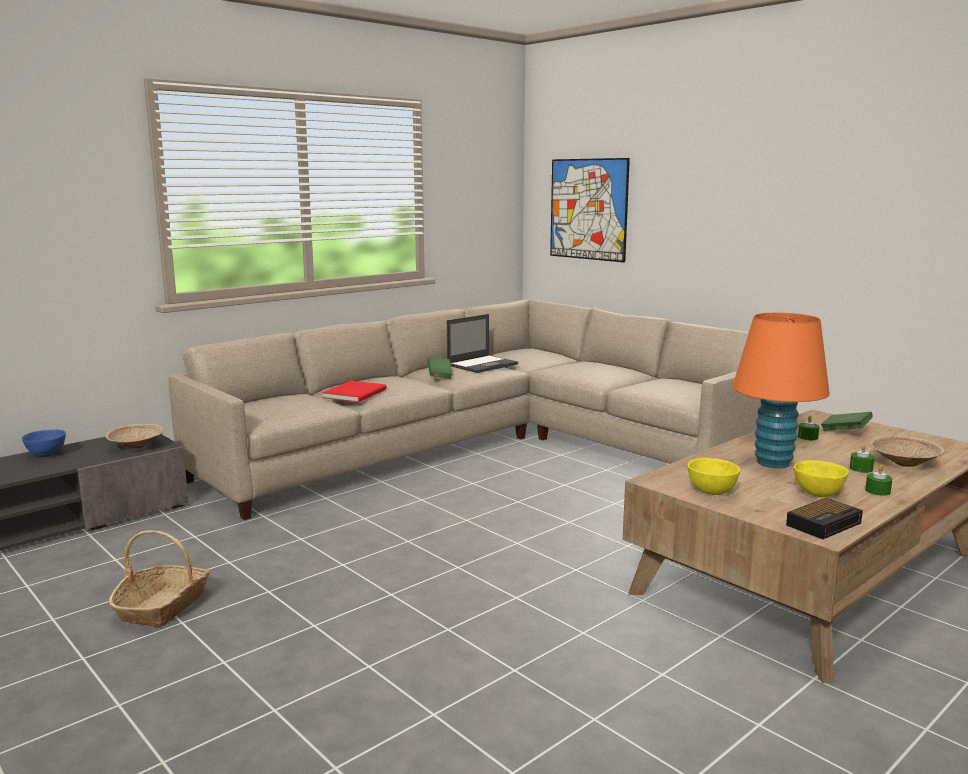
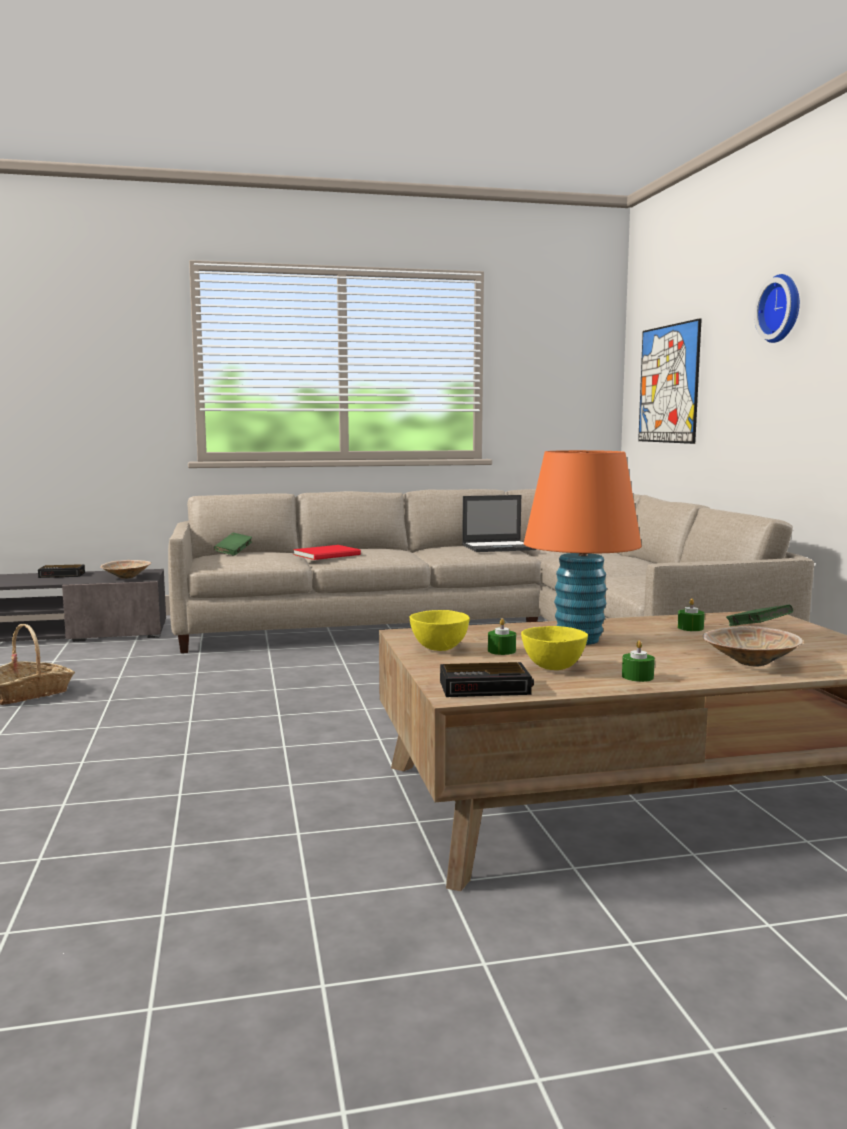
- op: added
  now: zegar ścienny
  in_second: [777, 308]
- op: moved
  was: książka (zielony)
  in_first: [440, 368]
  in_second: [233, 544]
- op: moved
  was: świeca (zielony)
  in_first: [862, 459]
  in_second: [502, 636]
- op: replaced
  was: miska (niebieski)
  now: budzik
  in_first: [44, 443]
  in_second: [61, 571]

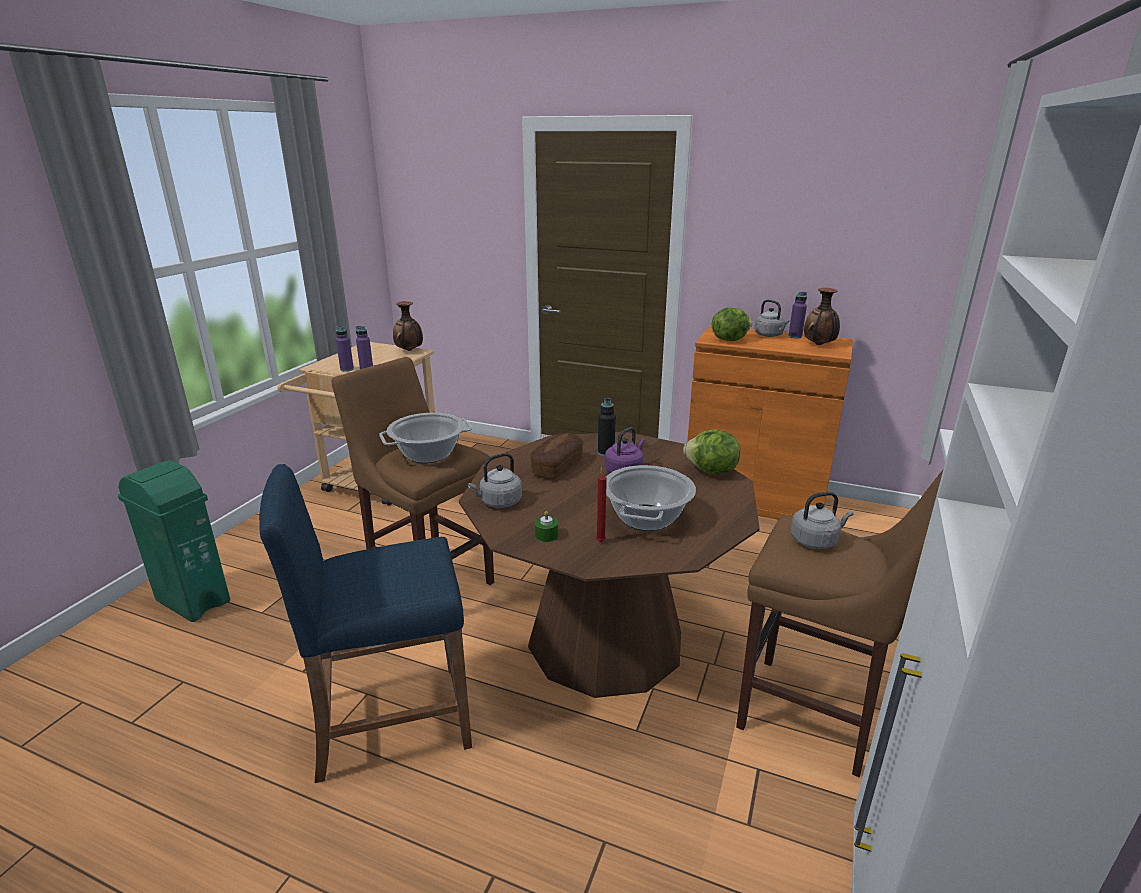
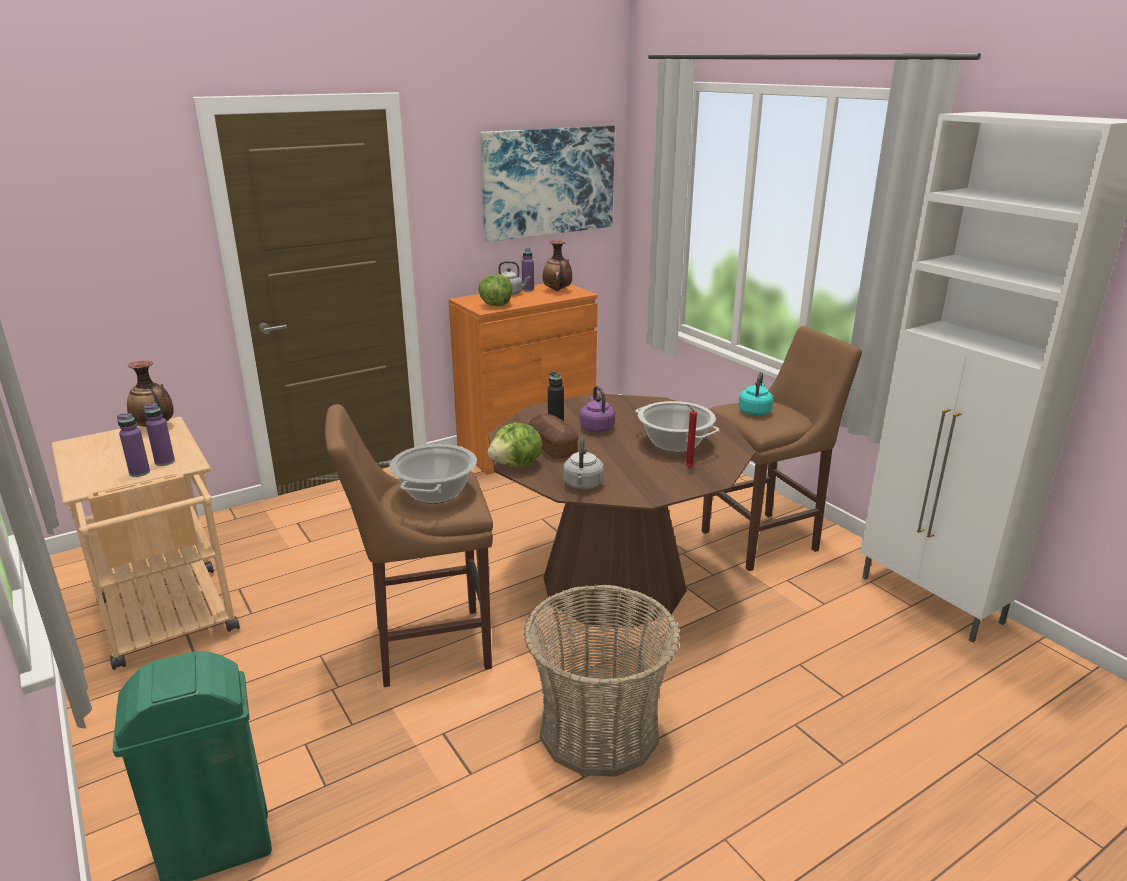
- op: removed
  was: świeca (zielony)
  in_first: [547, 526]
- op: added
  now: obraz
  in_second: [547, 183]
- op: moved
  was: sałata
  in_first: [711, 452]
  in_second: [515, 445]
- op: replaced
  was: stołek (niebieski)
  now: koszyk
  in_first: [365, 623]
  in_second: [602, 680]
- op: recoloured
  was: czajnik (szary)
  now: czajnik (turkusowy)
  in_first: [822, 520]
  in_second: [756, 394]

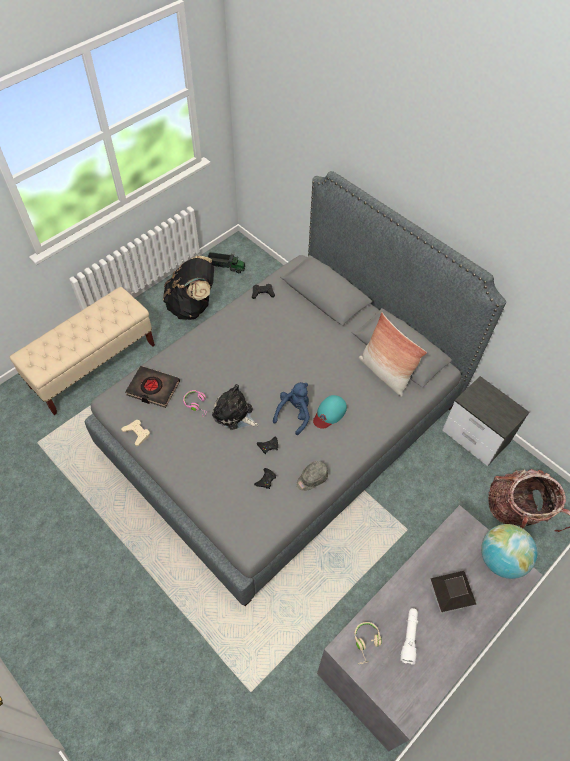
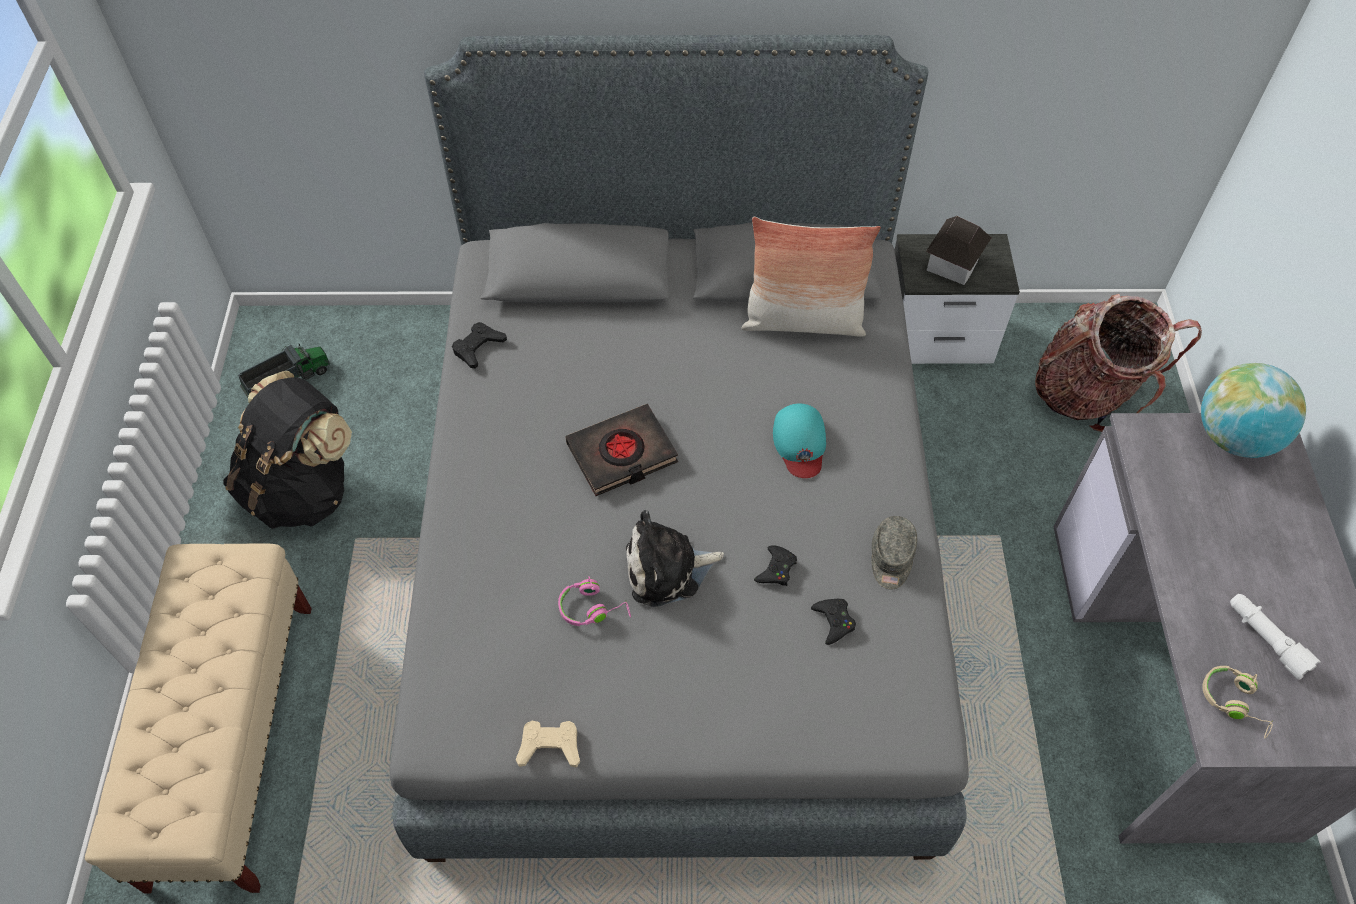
- op: removed
  was: pluszak (niebieski)
  in_first: [291, 408]
- op: moved
  was: książka (czarny)
  in_first: [152, 387]
  in_second: [621, 450]
- op: moved
  was: domek
  in_first: [453, 592]
  in_second: [958, 250]

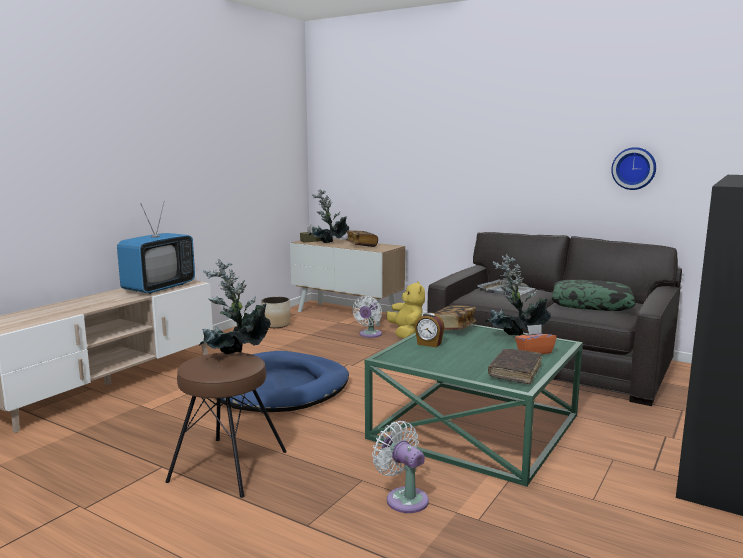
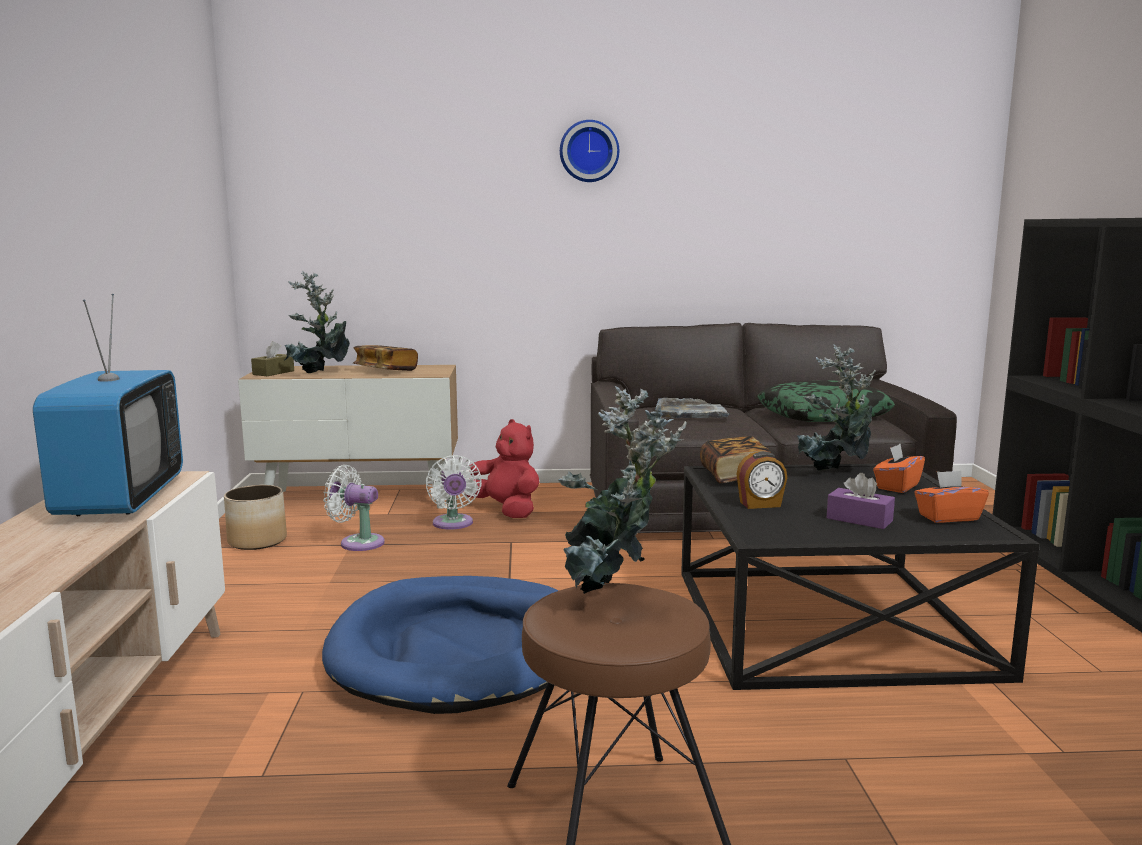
- op: added
  now: pudełko chusteczek (fioletowy)
  in_second: [861, 501]
- op: moved
  was: wentylator (biały)
  in_first: [400, 467]
  in_second: [354, 508]
- op: moved
  was: zegar ścienny
  in_first: [633, 168]
  in_second: [589, 151]
- op: replaced
  was: książka (brązowy)
  now: pudełko chusteczek (pomarańczowy)
  in_first: [515, 366]
  in_second: [951, 497]
- op: recoloured
  was: ława (zielony)
  now: ława (czarny)
  in_first: [473, 405]
  in_second: [860, 577]
- op: recoloured
  was: pluszak (żółty)
  now: pluszak (czerwony)
  in_first: [405, 309]
  in_second: [502, 468]

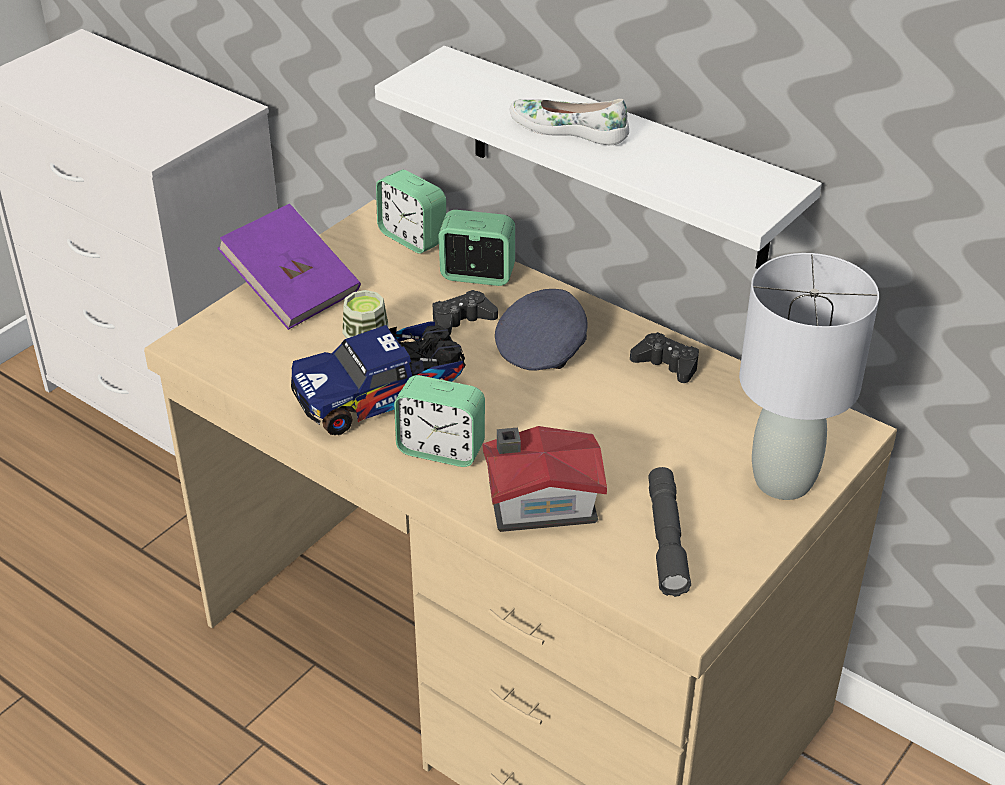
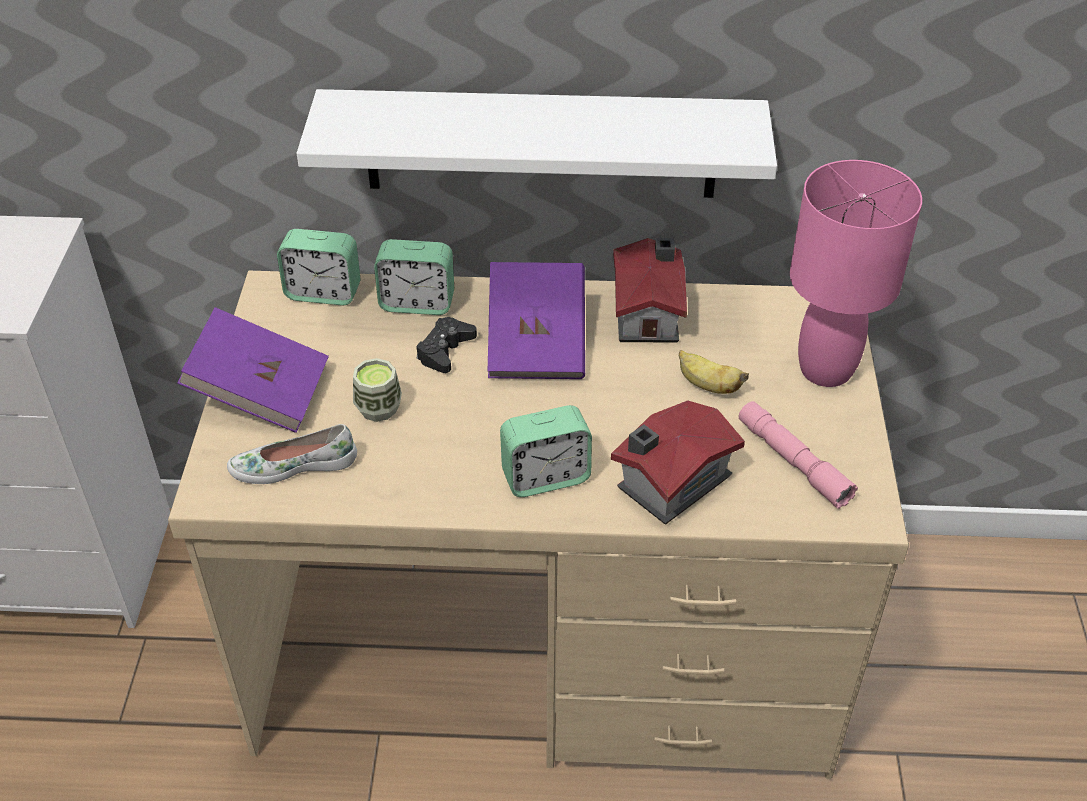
- op: removed
  was: ciężarówka zabawkowa
  in_first: [378, 378]
- op: added
  now: banan
  in_second: [714, 372]
- op: moved
  was: but (biały)
  in_first: [569, 122]
  in_second: [292, 454]
- op: replaced
  was: czapka z daszkiem (szary)
  now: książka (fioletowy)
  in_first: [541, 330]
  in_second: [536, 320]
- op: replaced
  was: pad do gier (czarny)
  now: domek
  in_first: [664, 357]
  in_second: [650, 290]
- op: recoloured
  was: latarka (szary)
  now: latarka (różowy)
  in_first: [669, 532]
  in_second: [798, 455]
- op: recoloured
  was: lampa stołowa (szary)
  now: lampa stołowa (różowy)
  in_first: [809, 376]
  in_second: [856, 273]
- op: turned
  was: budzik
  in_first: [477, 248]
  in_second: [414, 277]
  clockwise: -150

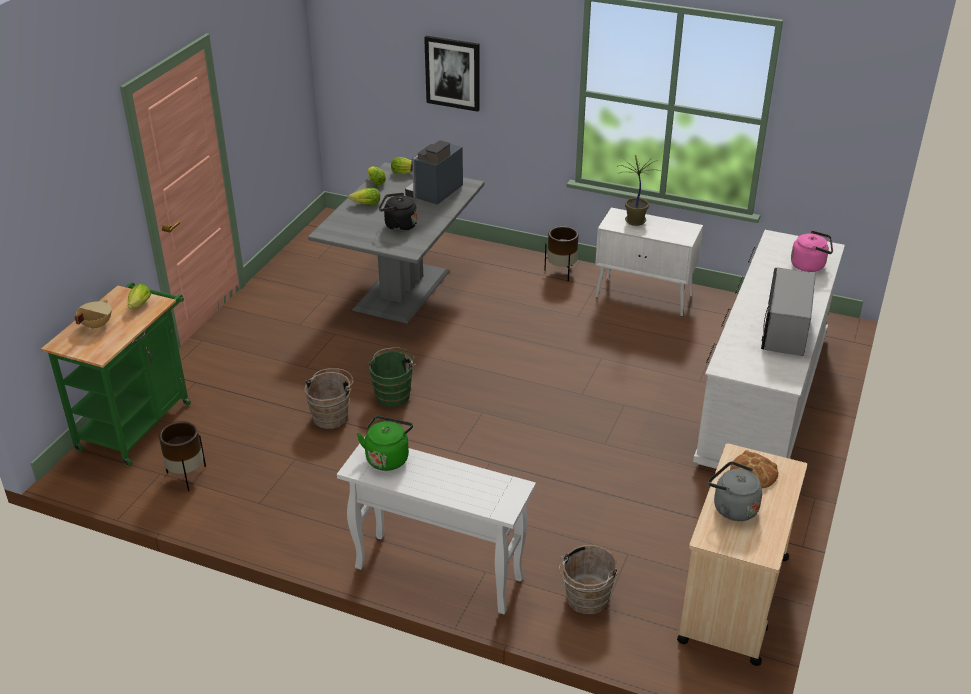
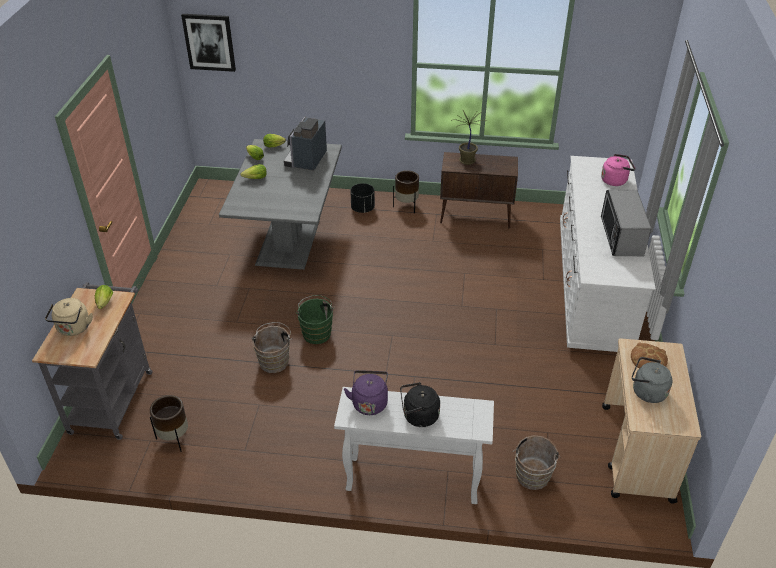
- op: added
  now: donica (czarny)
  in_second: [362, 198]
- op: moved
  was: czajnik (czarny)
  in_first: [398, 212]
  in_second: [420, 404]
- op: moved
  was: obraz
  in_first: [452, 74]
  in_second: [208, 43]
- op: replaced
  was: garnek (beżowy)
  now: czajnik (beżowy)
  in_first: [93, 315]
  in_second: [69, 317]
- op: recoloured
  was: wózek (zielony)
  now: wózek (szary)
  in_first: [116, 374]
  in_second: [92, 361]
- op: recoloured
  was: czajnik (zielony)
  now: czajnik (fioletowy)
  in_first: [385, 443]
  in_second: [366, 392]
- op: recoloured
  was: szafka (biały)
  now: szafka (brązowy)
  in_first: [649, 262]
  in_second: [479, 190]

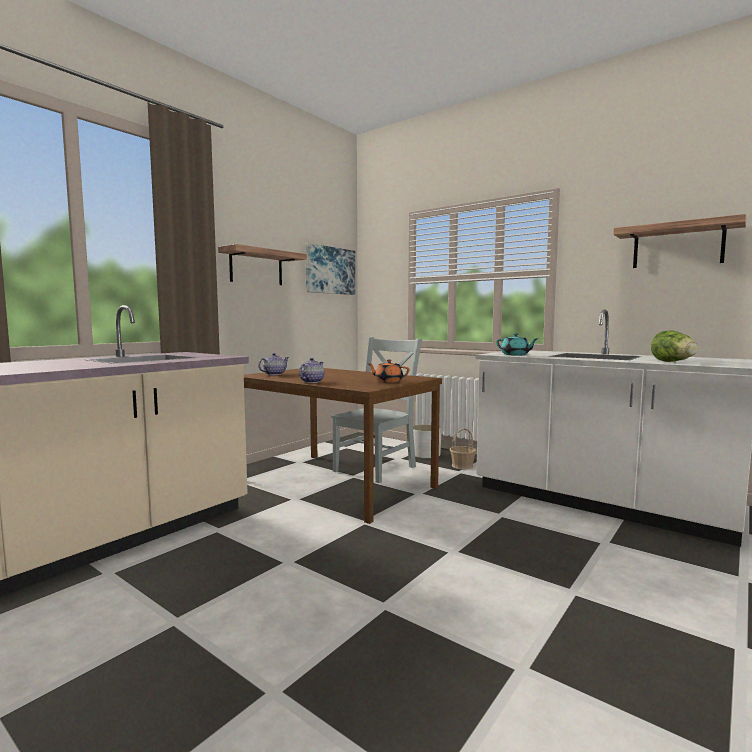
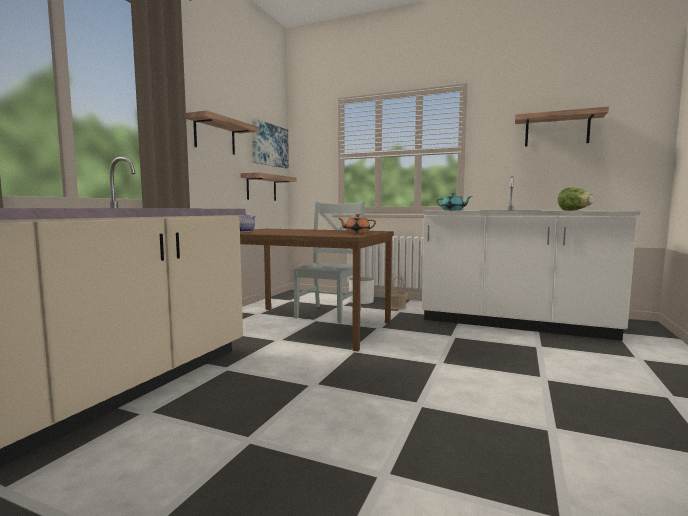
- op: removed
  was: imbryk
  in_first: [311, 370]
- op: added
  now: półka
  in_second: [269, 186]

